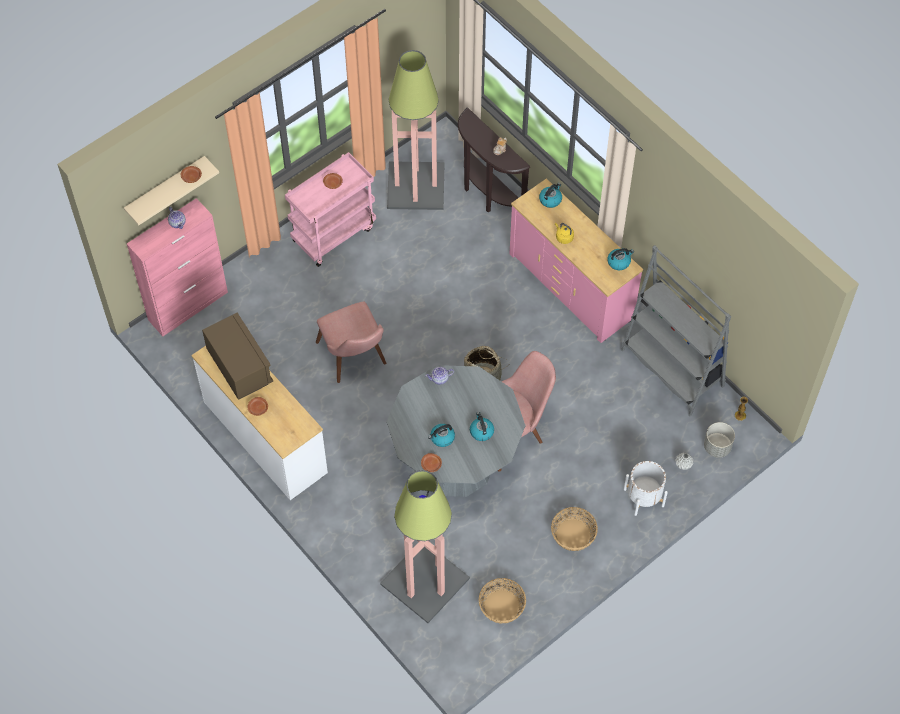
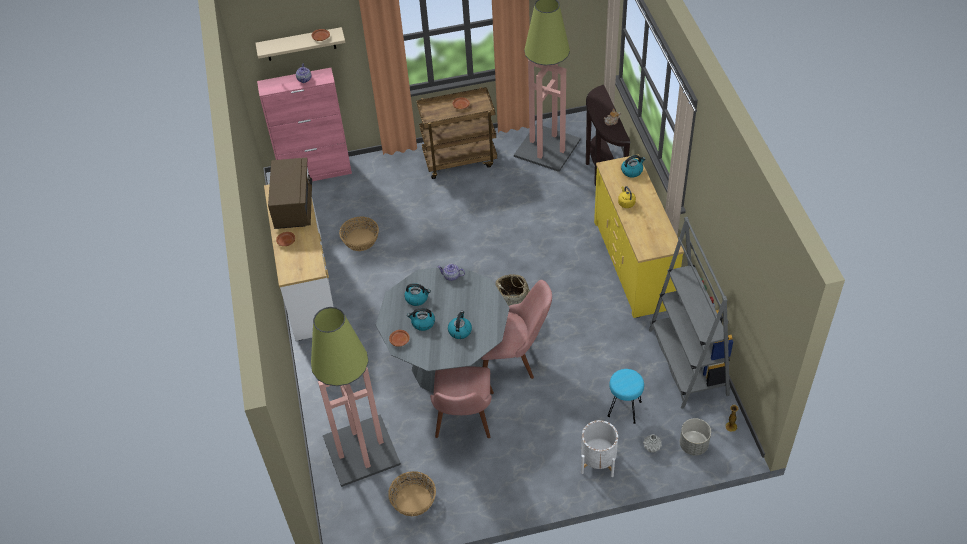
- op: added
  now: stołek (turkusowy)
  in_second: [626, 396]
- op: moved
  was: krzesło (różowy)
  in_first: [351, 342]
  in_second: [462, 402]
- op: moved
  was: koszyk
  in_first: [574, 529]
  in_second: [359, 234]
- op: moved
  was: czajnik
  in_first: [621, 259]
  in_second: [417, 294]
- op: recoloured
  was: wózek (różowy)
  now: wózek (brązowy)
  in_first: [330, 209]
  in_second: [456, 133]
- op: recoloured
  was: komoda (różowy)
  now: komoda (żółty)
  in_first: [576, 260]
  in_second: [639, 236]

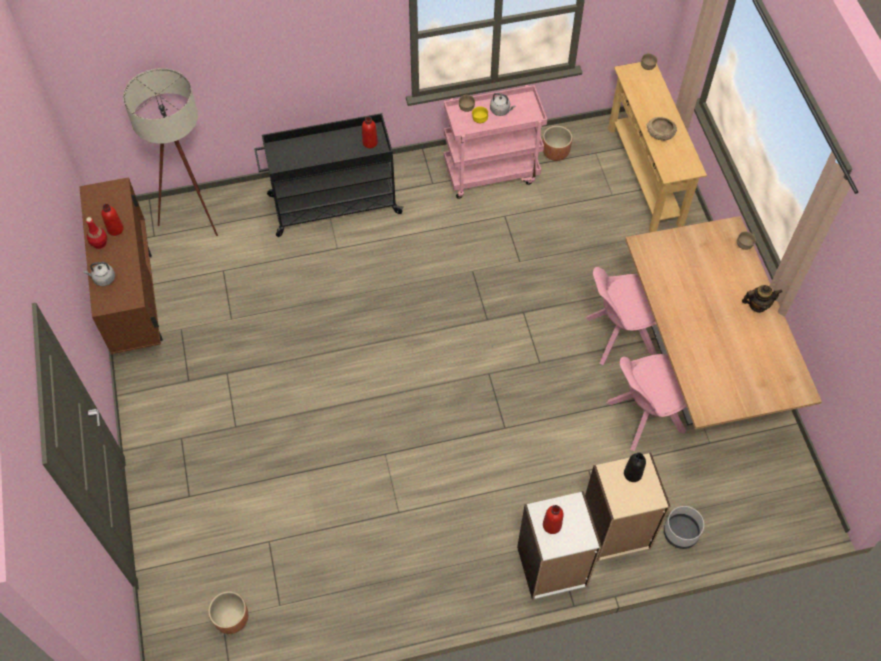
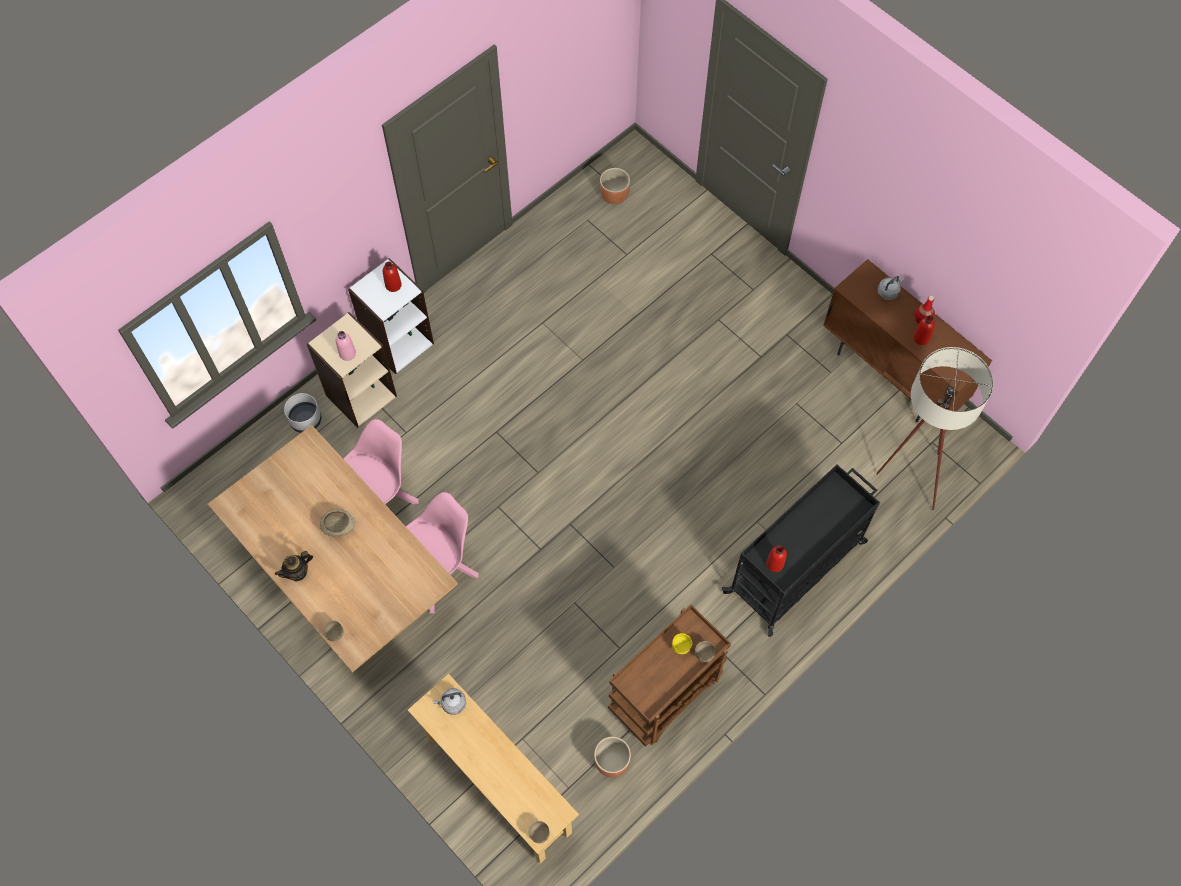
- op: moved
  was: czajnik (szary)
  in_first: [502, 104]
  in_second: [449, 701]
- op: moved
  was: miska (beżowy)
  in_first: [662, 129]
  in_second: [338, 523]
- op: recoloured
  was: wózek (różowy)
  now: wózek (brązowy)
  in_first: [495, 142]
  in_second: [669, 676]
- op: recoloured
  was: butelka (czarny)
  now: butelka (różowy)
  in_first: [635, 467]
  in_second: [346, 346]

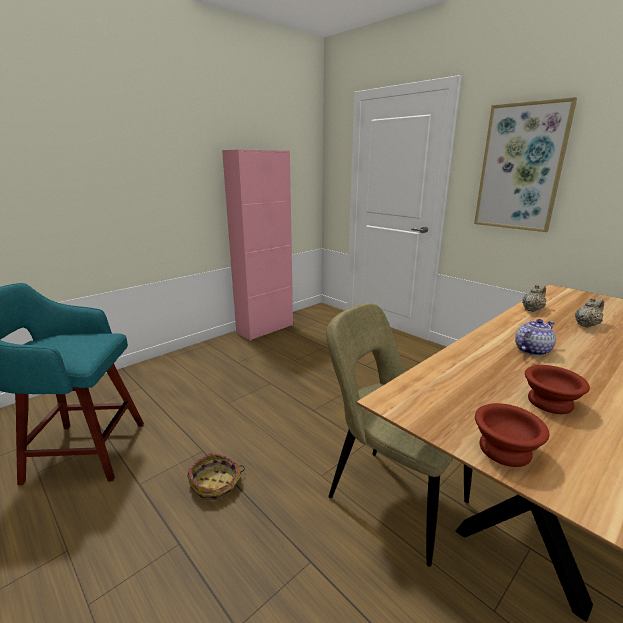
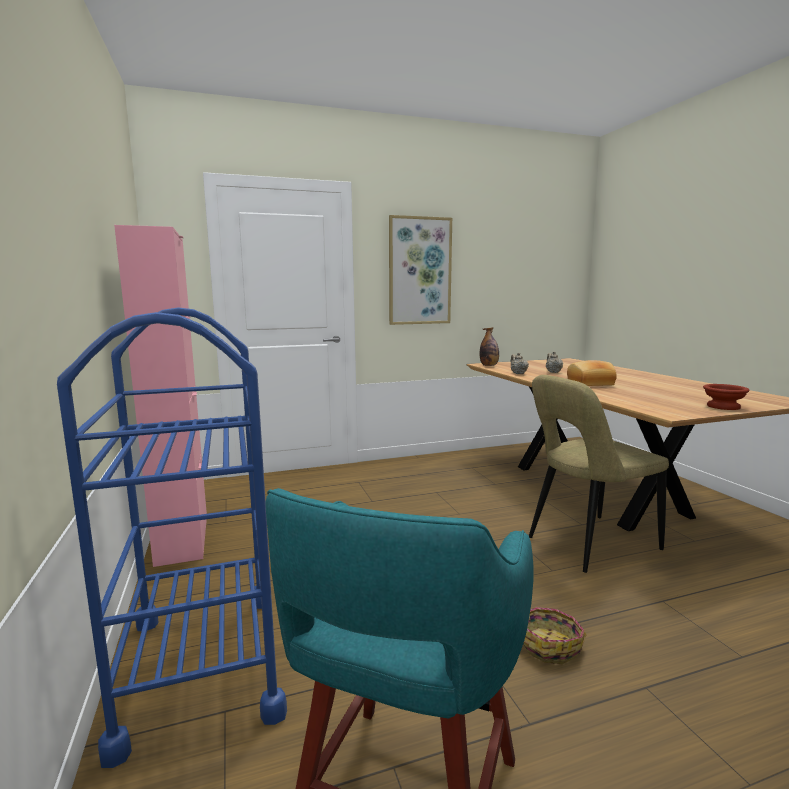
- op: removed
  was: miska (brązowy)
  in_first: [557, 389]
- op: added
  now: wózek (niebieski)
  in_second: [172, 537]
- op: added
  now: butelka
  in_second: [489, 346]
- op: replaced
  was: imbryk
  now: chleb
  in_first: [535, 337]
  in_second: [592, 373]

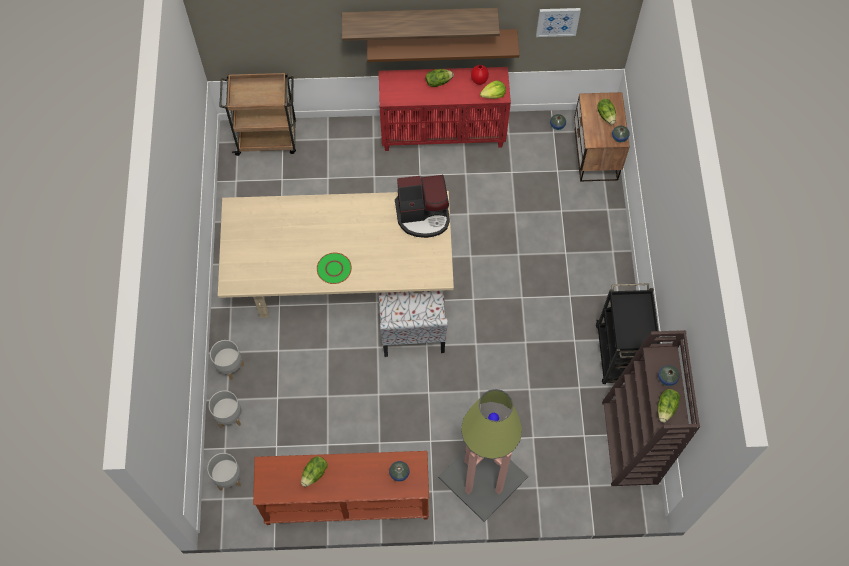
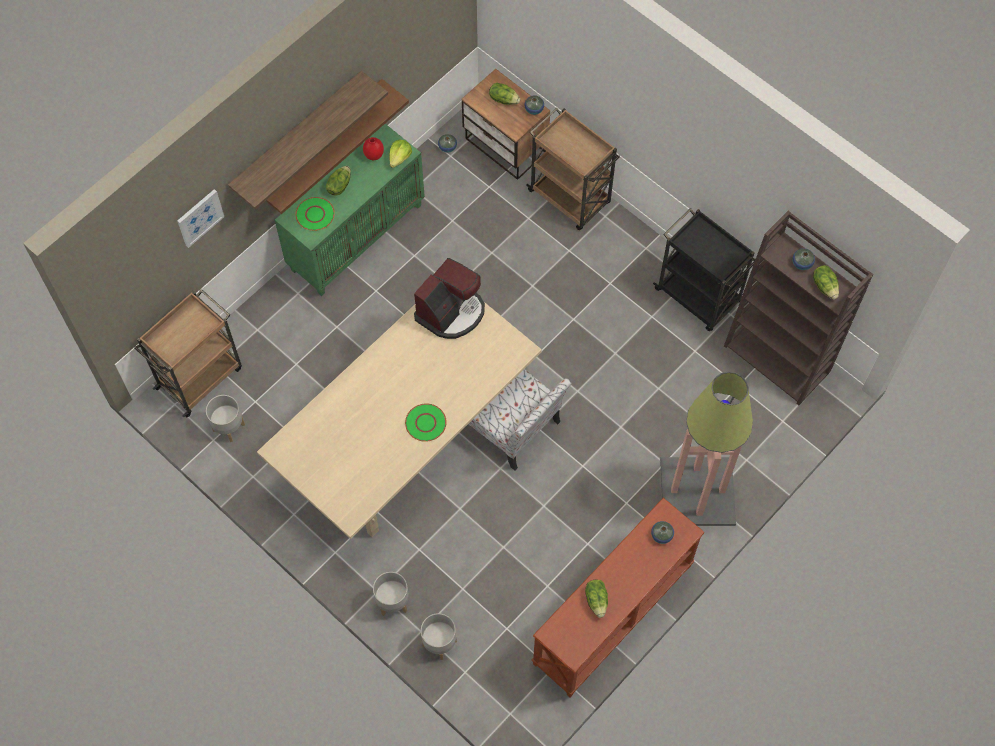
- op: added
  now: talerz (zielony)
  in_second: [315, 214]
- op: added
  now: wózek (brązowy)
  in_second: [573, 169]
- op: moved
  was: donica (szary)
  in_first: [224, 472]
  in_second: [225, 418]
- op: moved
  was: obraz
  in_first: [558, 22]
  in_second: [200, 218]
- op: recoloured
  was: szafka (czerwony)
  now: szafka (zielony)
  in_first: [445, 109]
  in_second: [350, 210]

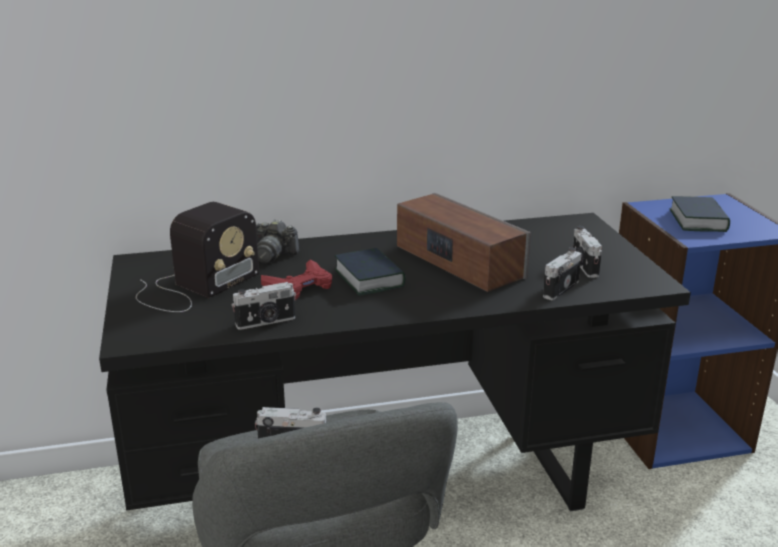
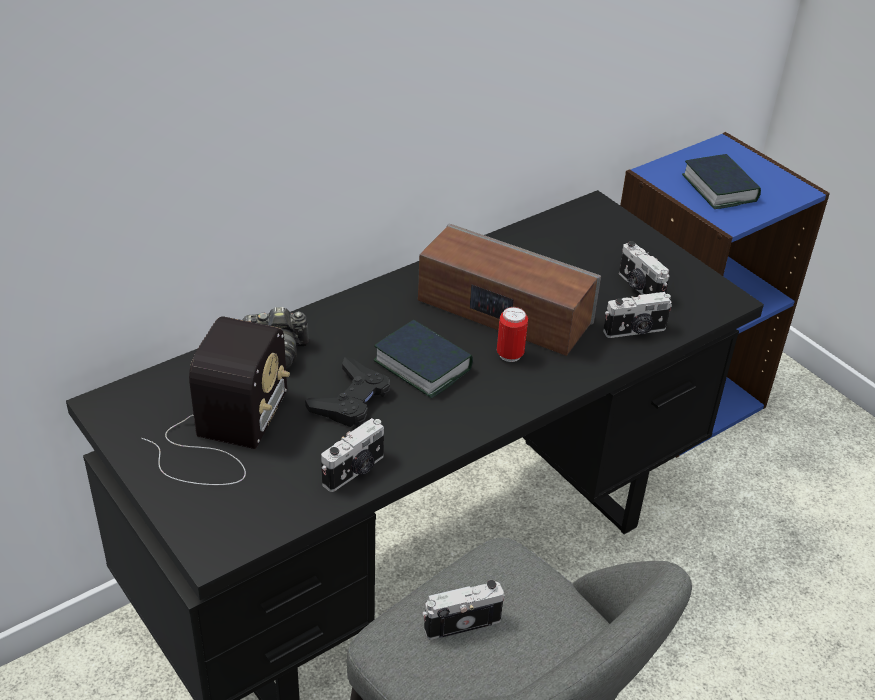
- op: added
  now: puszka
  in_second: [512, 334]
- op: recoloured
  was: pad do gier (czerwony)
  now: pad do gier (czarny)
  in_first: [296, 280]
  in_second: [347, 392]
- op: turned
  was: aparat fotograficzny
  in_first: [562, 273]
  in_second: [637, 315]
  clockwise: -120

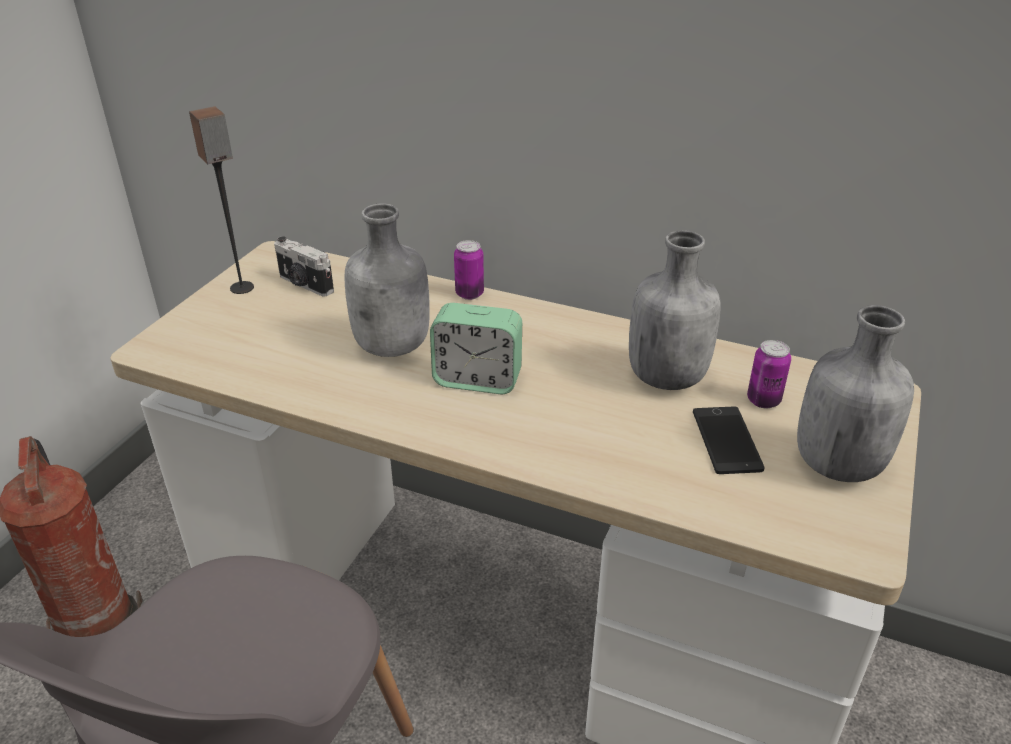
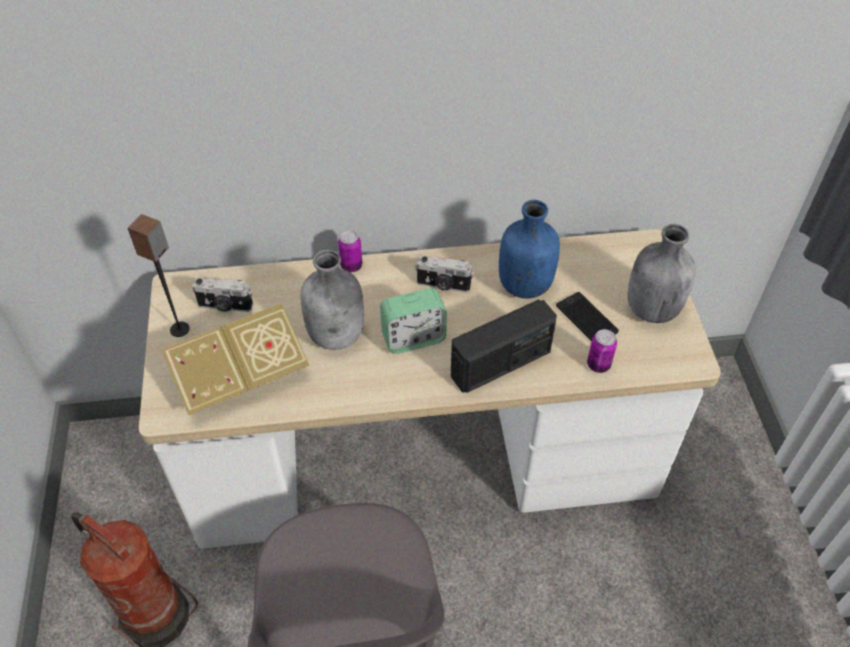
- op: added
  now: książka
  in_second: [235, 359]
- op: added
  now: aparat fotograficzny
  in_second: [444, 274]
- op: added
  now: radio
  in_second: [504, 346]
- op: moved
  was: puszka
  in_first: [769, 374]
  in_second: [602, 351]
- op: recoloured
  was: butelka (szary)
  now: butelka (niebieski)
  in_first: [674, 310]
  in_second: [529, 249]

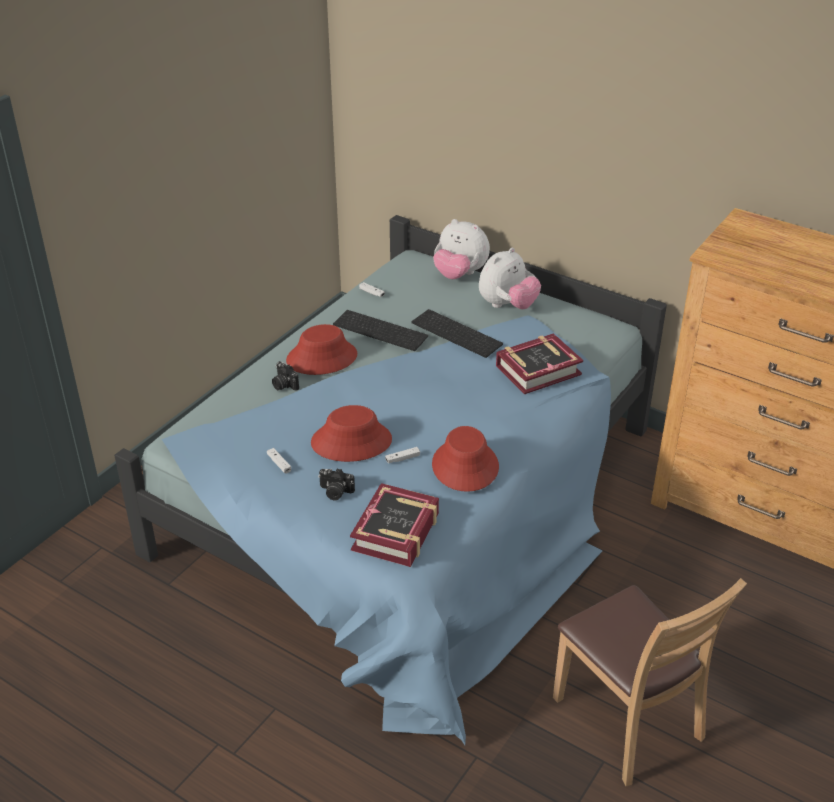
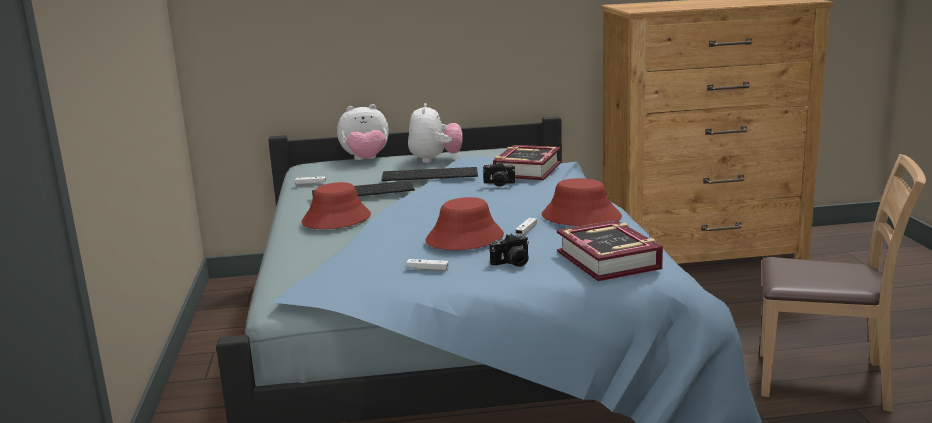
- op: moved
  was: aparat fotograficzny
  in_first: [285, 376]
  in_second: [498, 174]

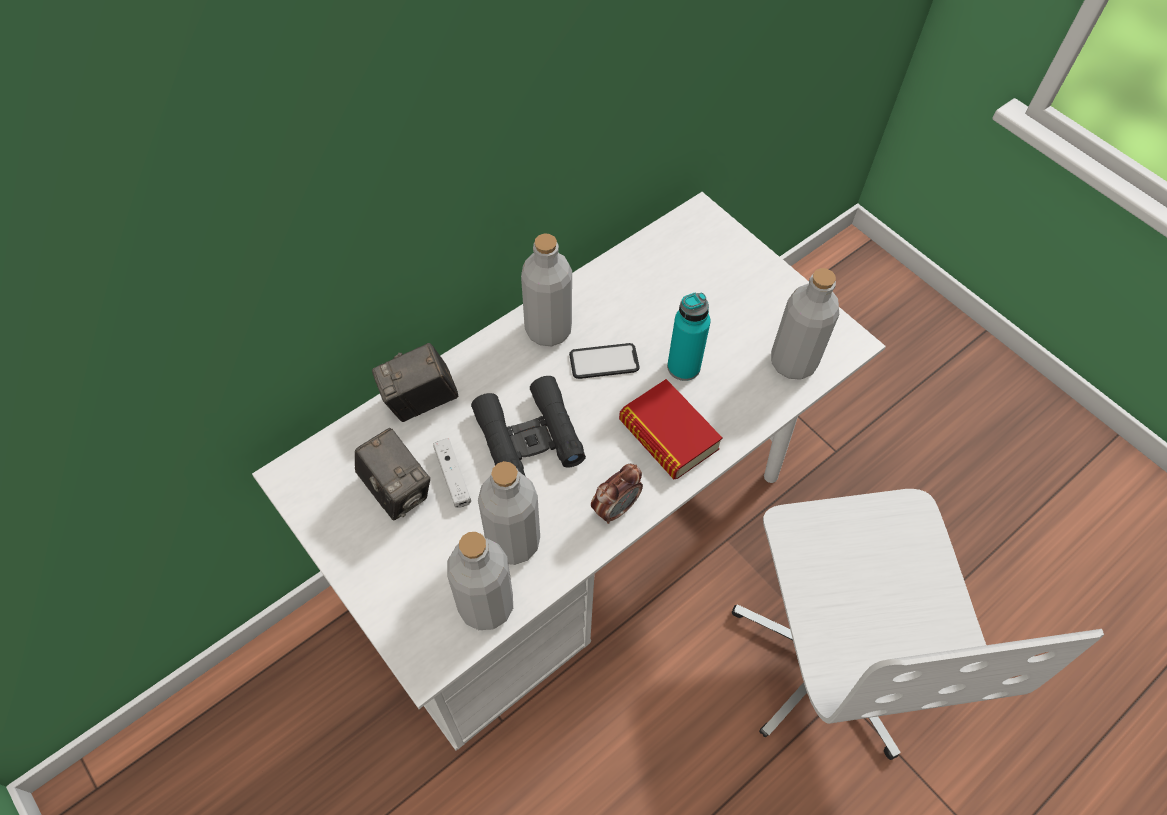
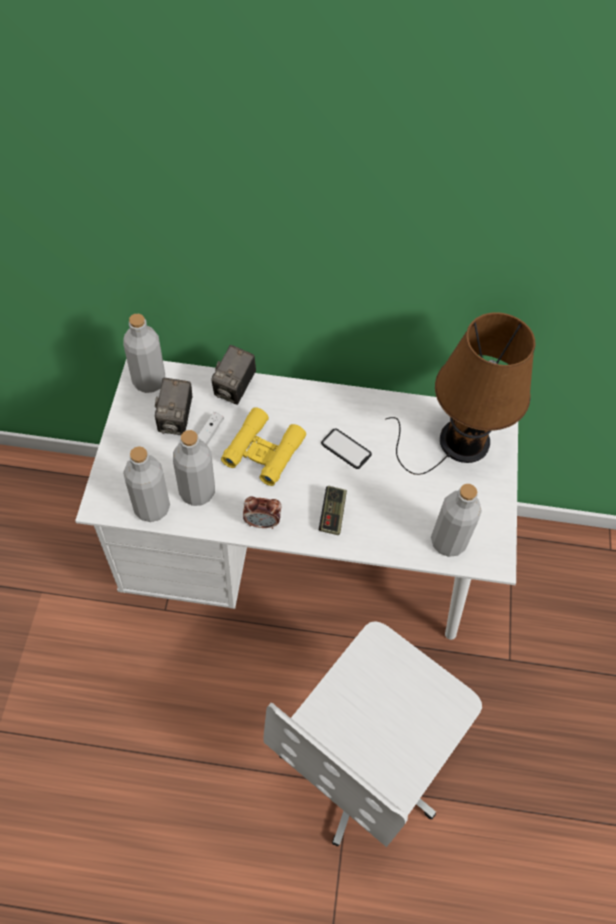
- op: removed
  was: butelka (turkusowy)
  in_first: [689, 336]
- op: added
  now: lampa stołowa (brązowy)
  in_second: [460, 393]
- op: moved
  was: butelka (szary)
  in_first: [546, 289]
  in_second: [144, 353]
- op: replaced
  was: książka
  now: pad do gier
  in_first: [670, 429]
  in_second: [333, 510]
- op: recoloured
  was: lornetka (czarny)
  now: lornetka (żółty)
  in_first: [528, 426]
  in_second: [263, 446]
- op: turned
  was: aparat fotograficzny
  in_first: [415, 382]
  in_second: [233, 375]
  clockwise: -90

